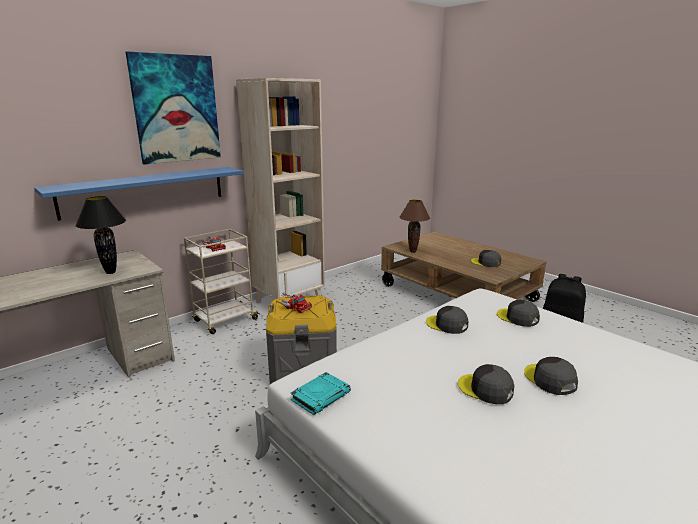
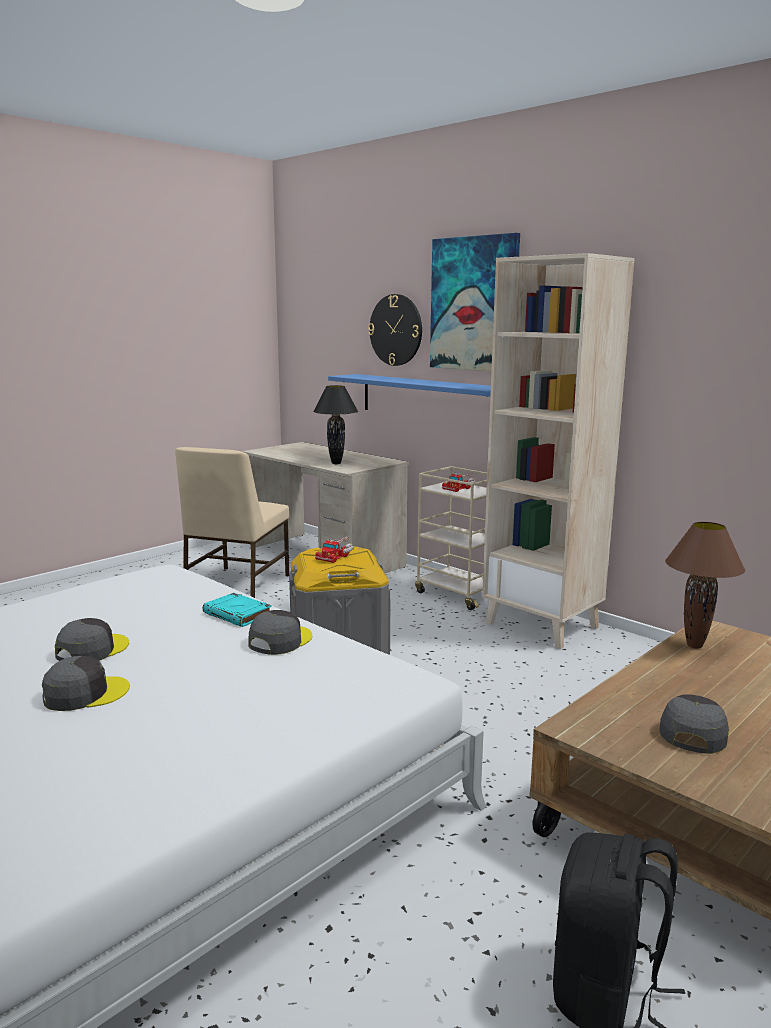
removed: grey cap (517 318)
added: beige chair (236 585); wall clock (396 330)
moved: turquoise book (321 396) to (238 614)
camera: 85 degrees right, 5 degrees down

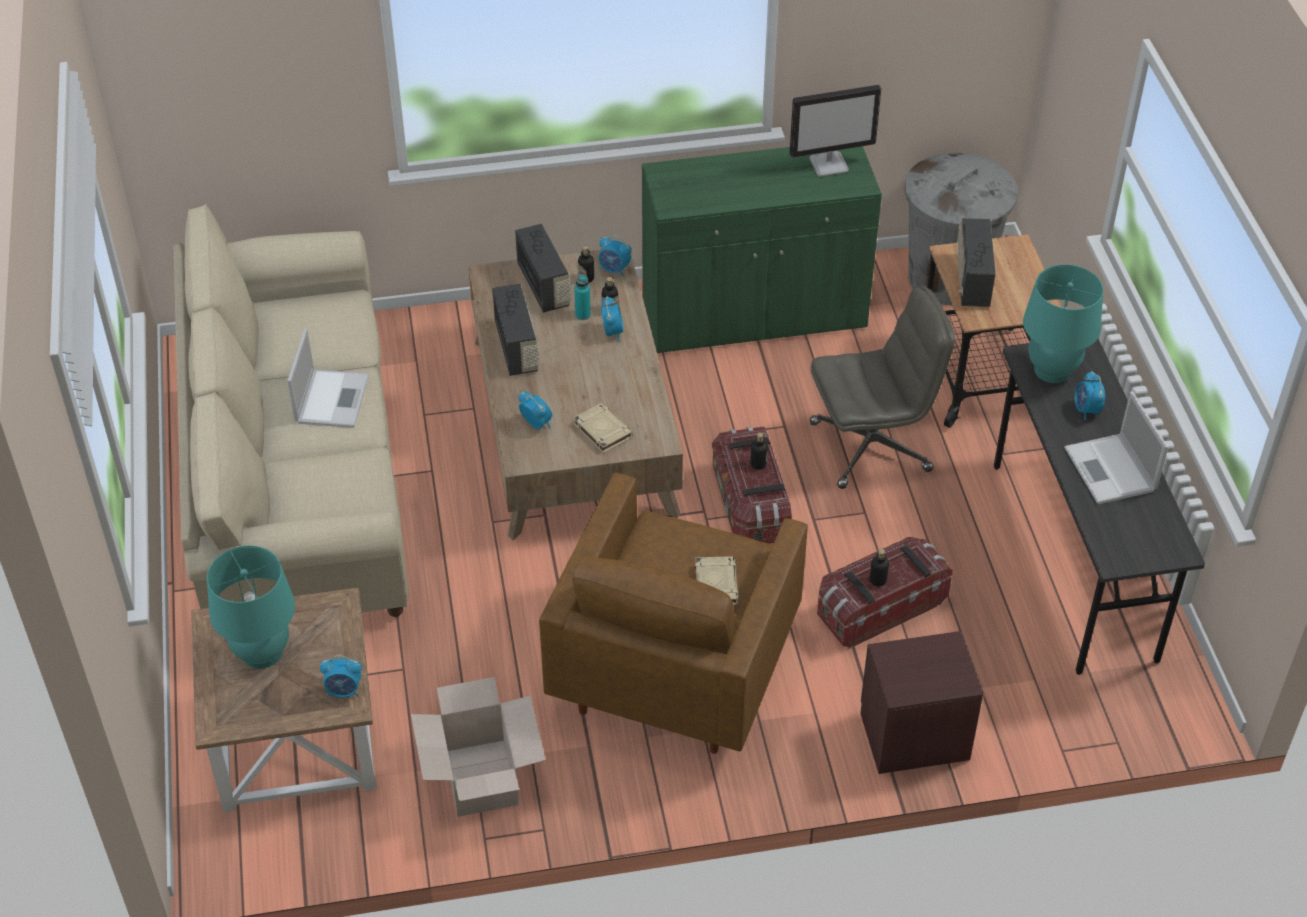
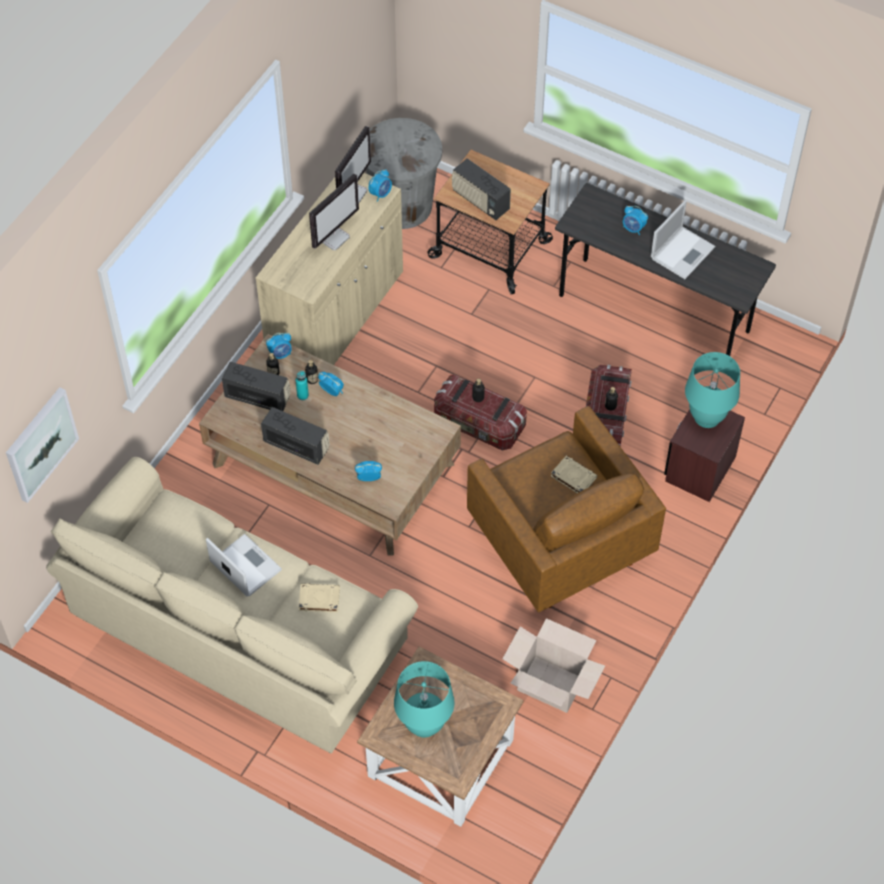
removed: grey office chair (872 446)
added: picture (40 444); monitor (333 237)
moved: alarm clock (344 691) to (381 194); beige book (602 430) to (318 599); turquoise table lamp (1052 370) to (707 417)
recoloured: green cabinet (754 315) to beige cabinet (336 315)
turned: laptop (1111 471) = (683 252) 75 degrees counterclockwise
camera: 50 degrees left, 10 degrees up

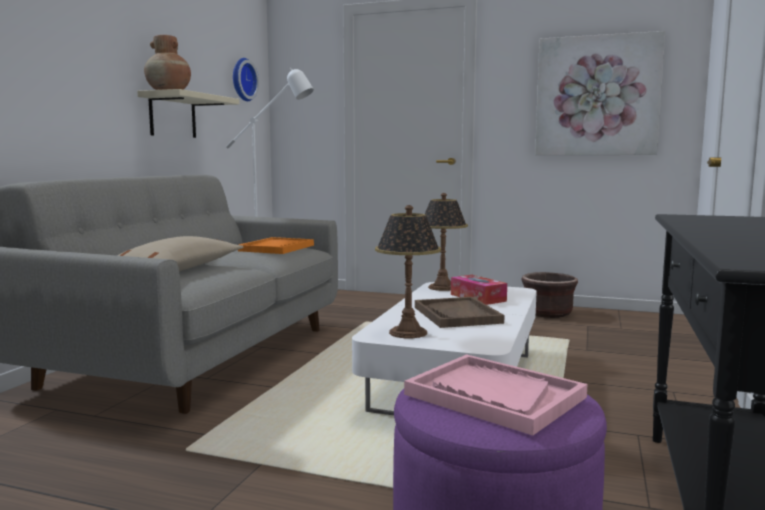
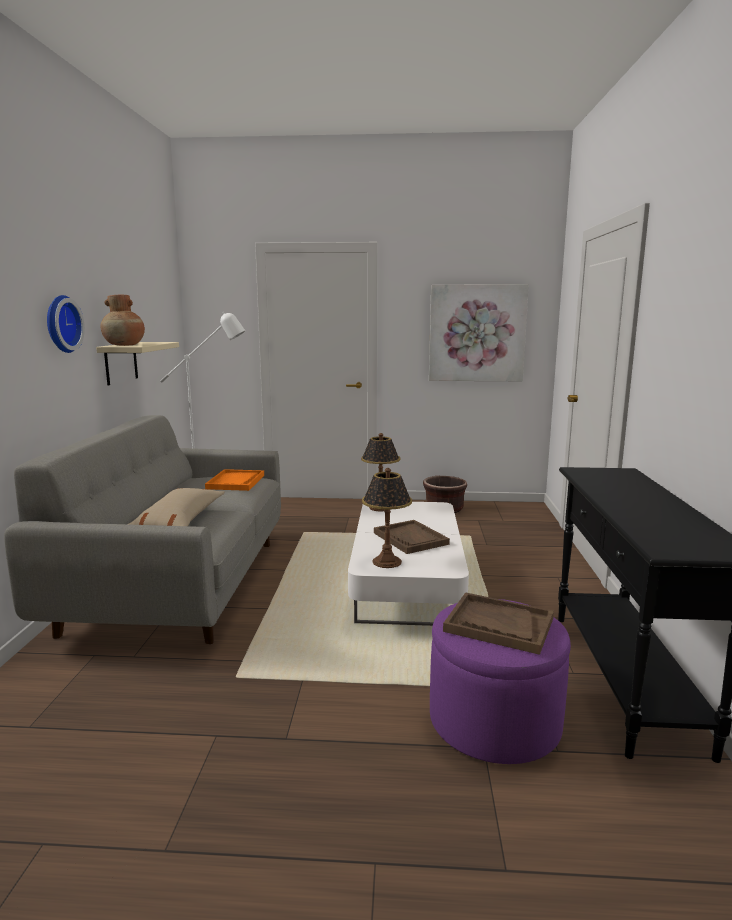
removed: tissue box (478 298)
moved: wall clock (242 79) to (60 324)
recoloured: pink tray (494 396) to brown tray (498 625)
camera: 15 degrees left, 5 degrees up

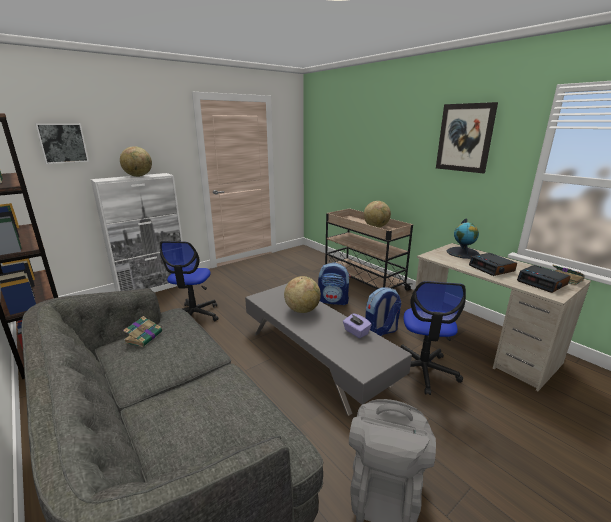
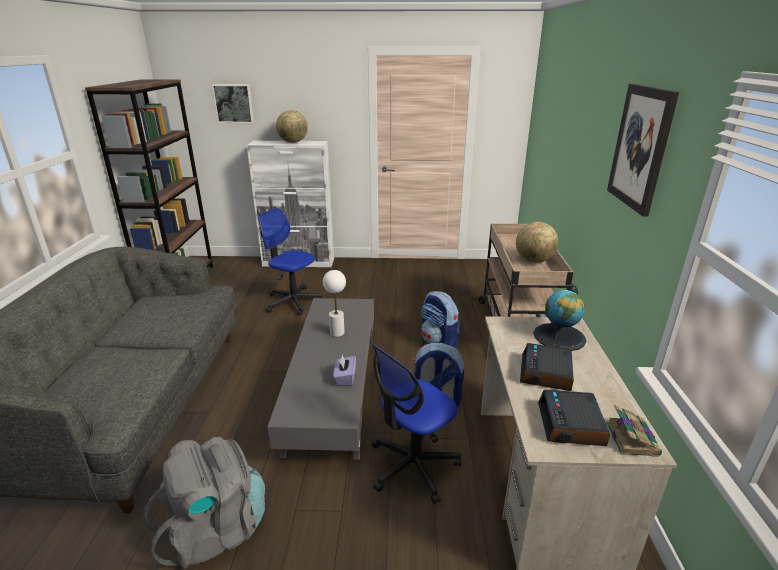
removed: book (144 337)
replaced: globe (302 310) to white table lamp (337 333)
turned: office chair (193 315) = (293 302) 75 degrees clockwise
camera: 40 degrees right, 5 degrees up

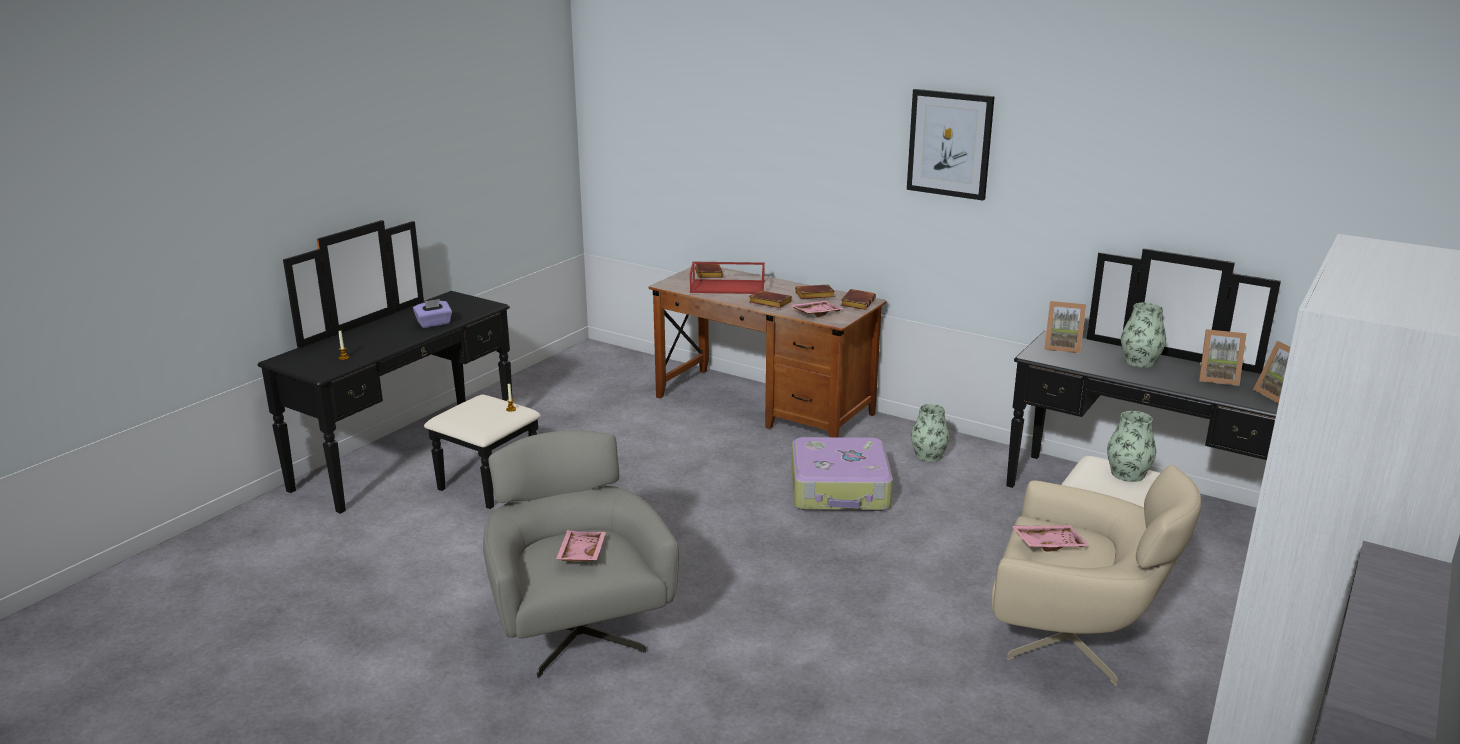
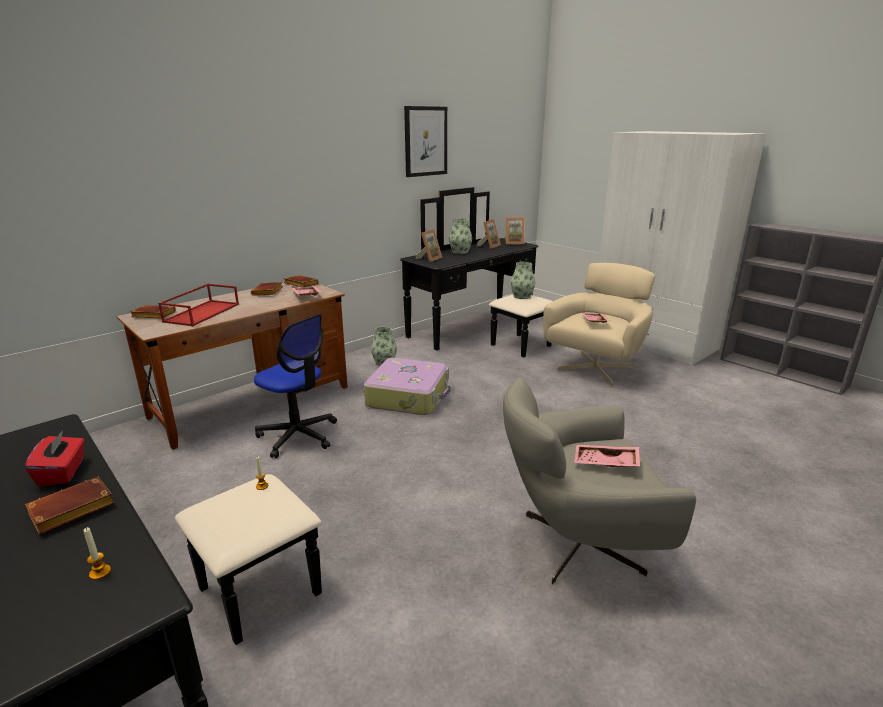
added: office chair (298 435)
moved: brown book (768 303) to (70 512); picture (950 144) to (425 141)
recoloured: purple tissue box (434 323) to red tissue box (62 472)
camera: 75 degrees left, 0 degrees up

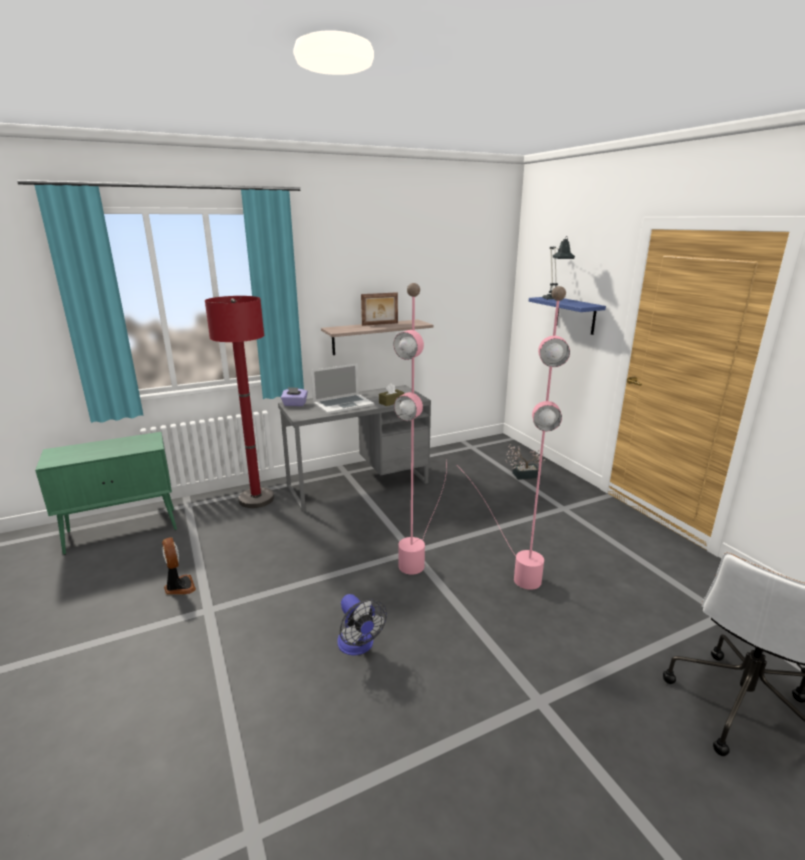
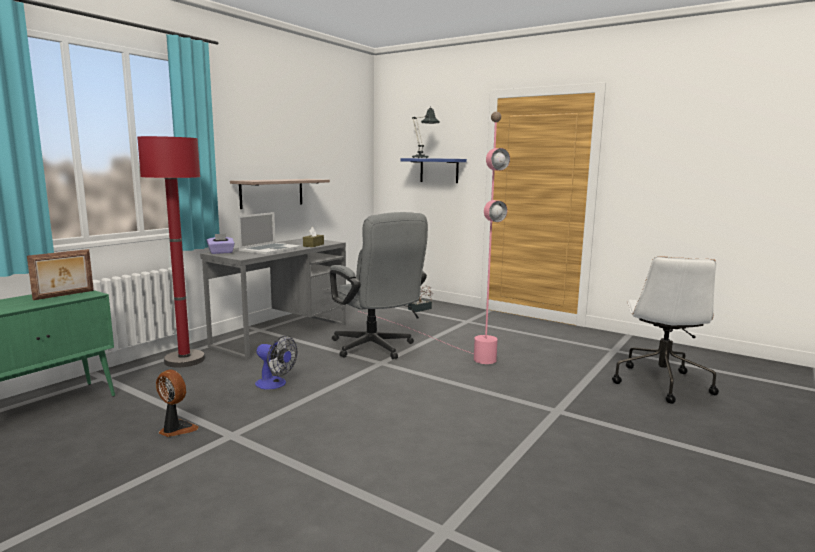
moved: fan (358 646) to (275 384); picture frame (380 324) to (64 295)
replaced: pink floor lamp (426 528) to grey office chair (376 349)
camera: 30 degrees left, 10 degrees down

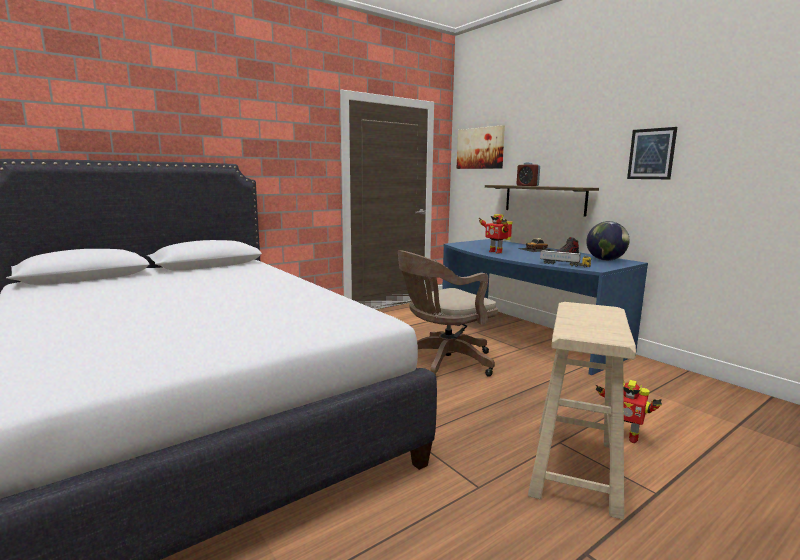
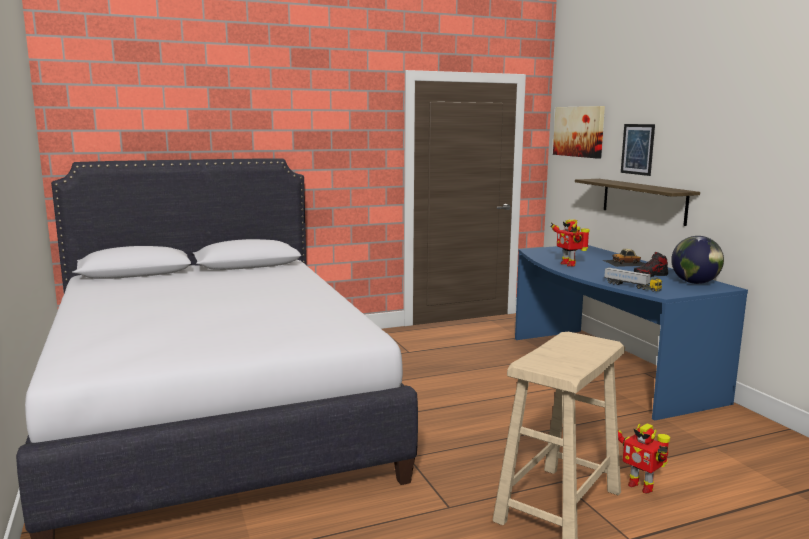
removed: brown office chair (442 363); alarm clock (527 185)
moved: picture (651 154) to (637 149)
camera: 15 degrees right, 0 degrees up

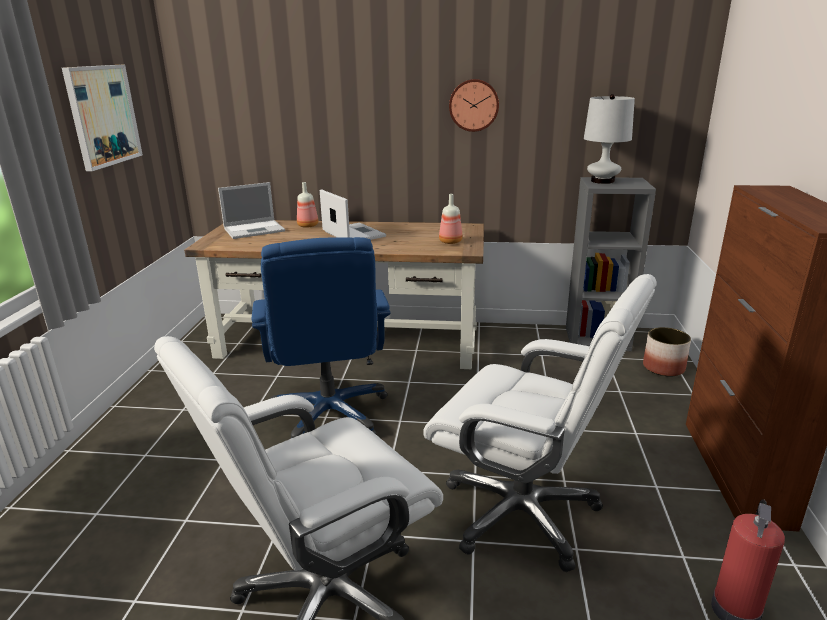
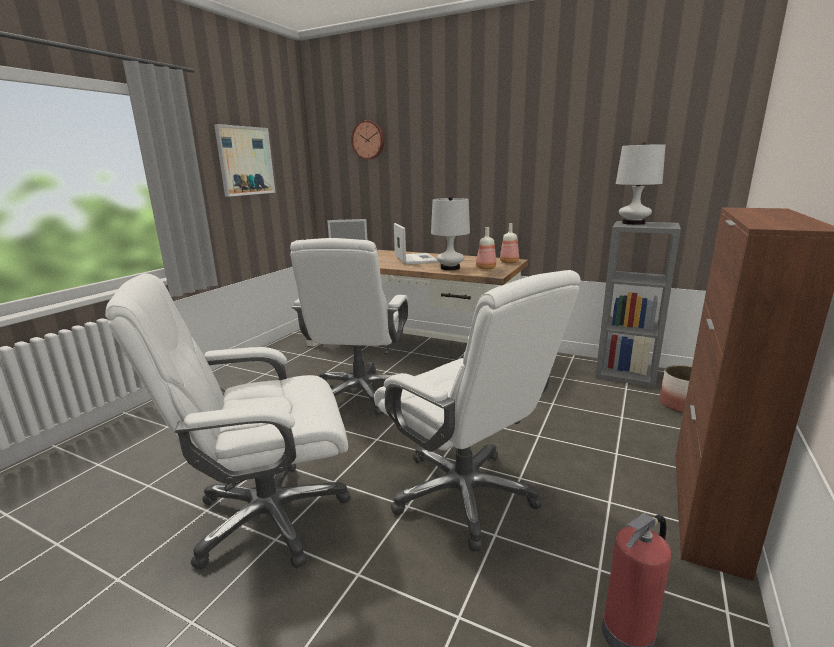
added: white table lamp (450 268)
moved: bottle (308 225) to (509 262); wall clock (474 105) to (368 140)
recoloured: blue office chair (330 414) to white office chair (360 393)
camera: 20 degrees right, 5 degrees down

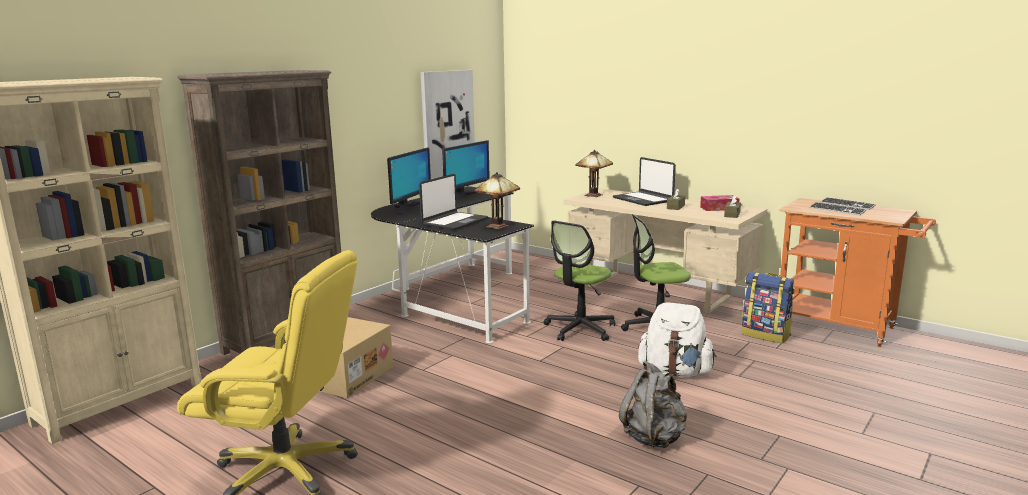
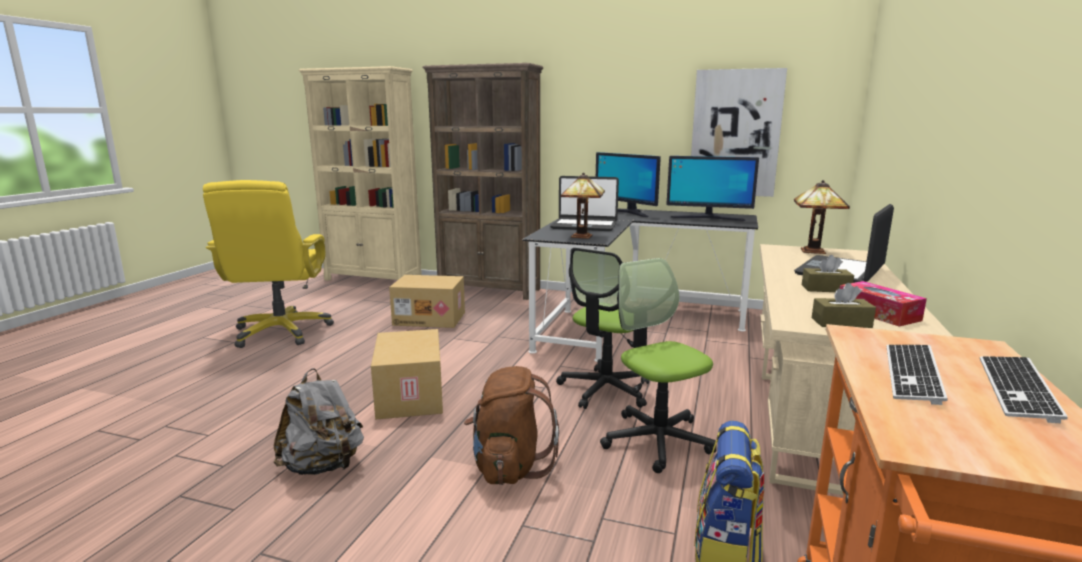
added: cardboard box (412 396)
recoloured: white backpack (675 372) to brown backpack (509 467)
turned: monitor (409 207) = (626 212) 45 degrees clockwise; office chair (580 329) = (605 390) 75 degrees counterclockwise
camera: 70 degrees right, 0 degrees up

